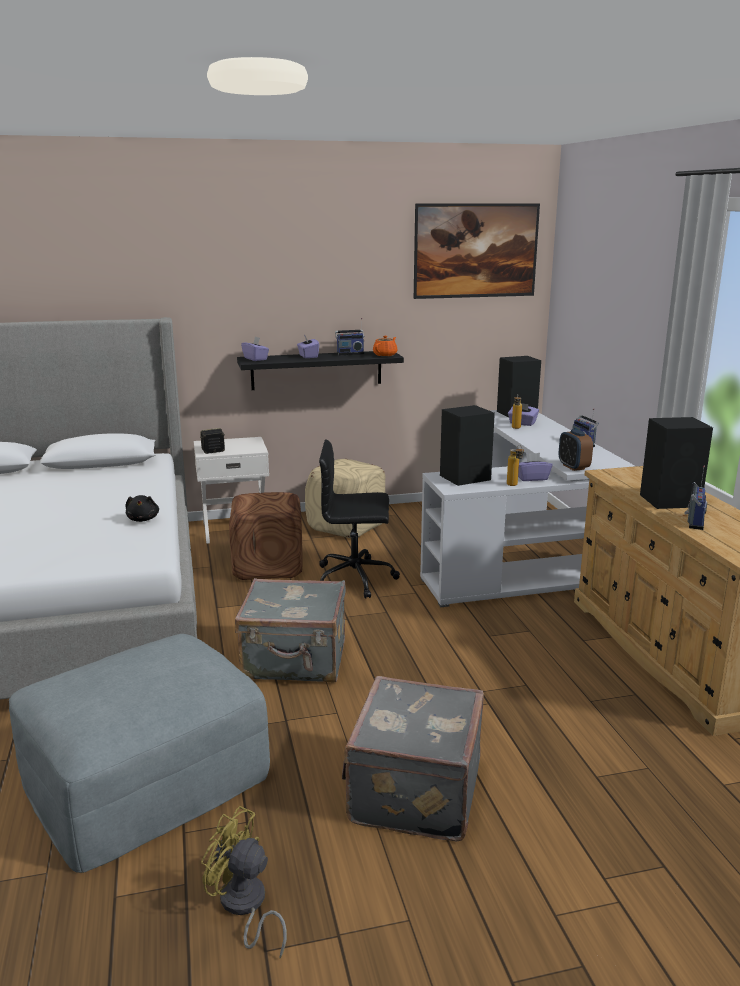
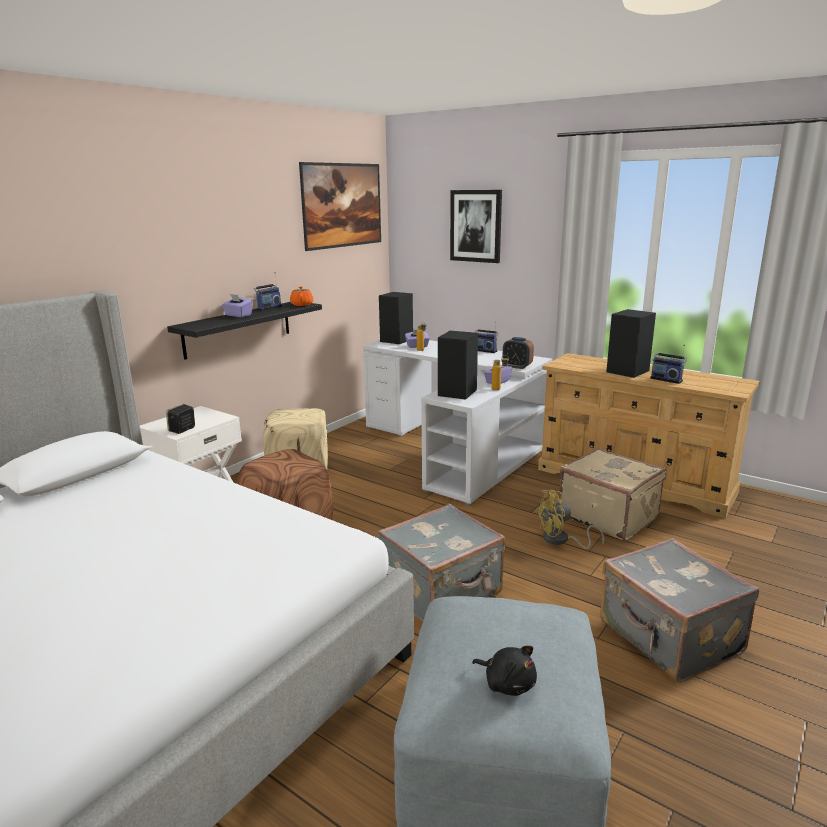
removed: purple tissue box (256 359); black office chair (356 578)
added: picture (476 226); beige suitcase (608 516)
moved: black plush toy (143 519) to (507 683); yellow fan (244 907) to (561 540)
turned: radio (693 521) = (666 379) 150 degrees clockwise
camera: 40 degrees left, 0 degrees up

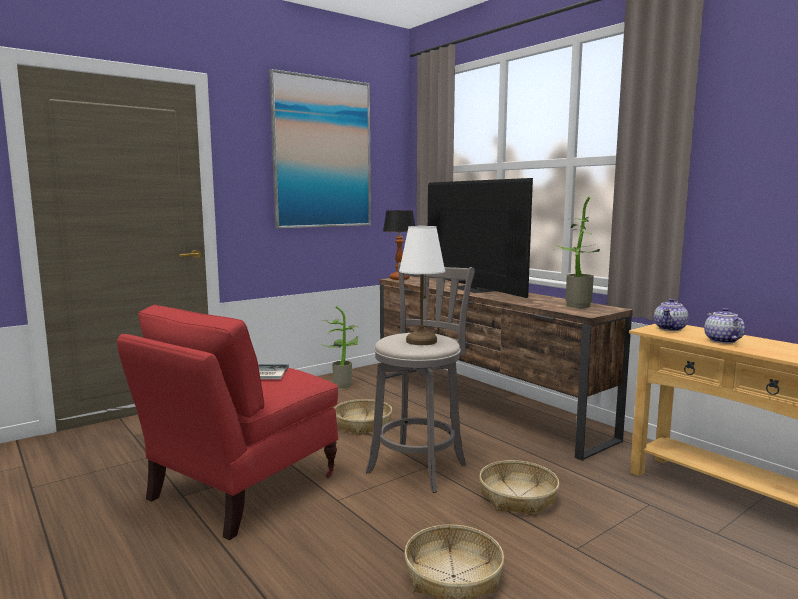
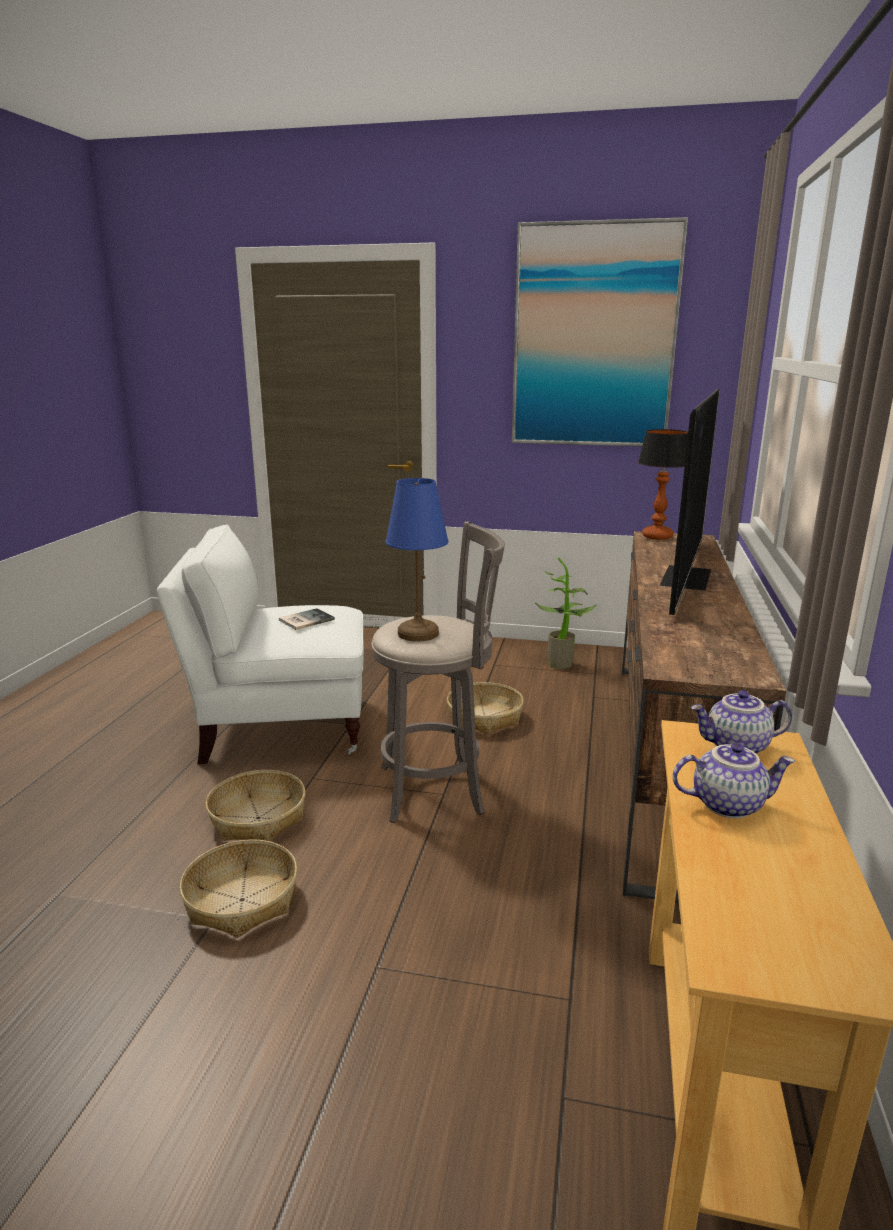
removed: potted plant (574 305)
moved: basket (517 497) to (258 818)
recoloured: red armchair (240 488) to white armchair (279 727); white table lamp (421 341) to blue table lamp (417 634)
turned: teapot (721 340) = (728 804) 45 degrees clockwise
camera: 50 degrees right, 10 degrees up

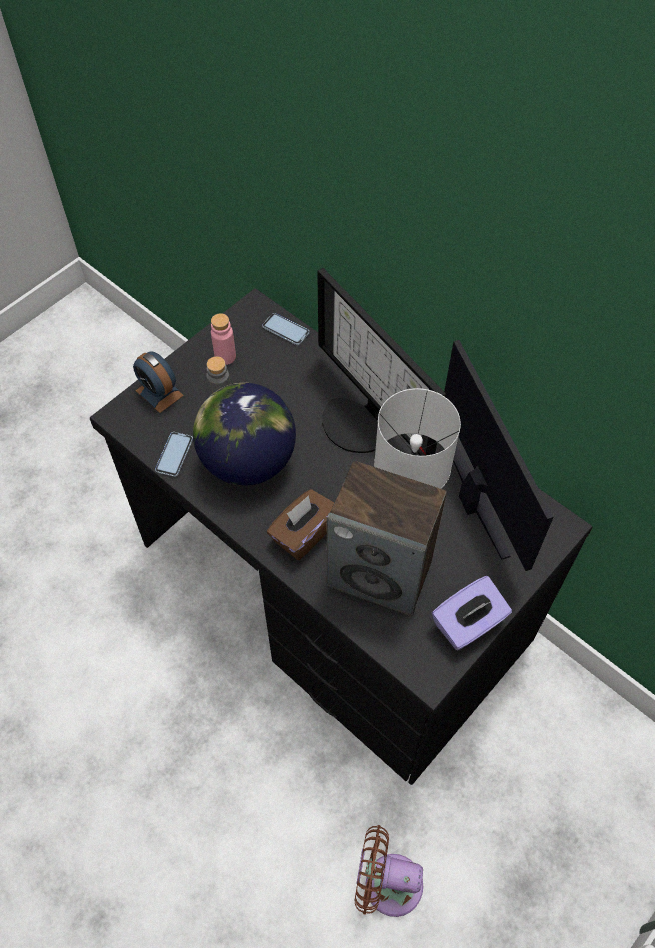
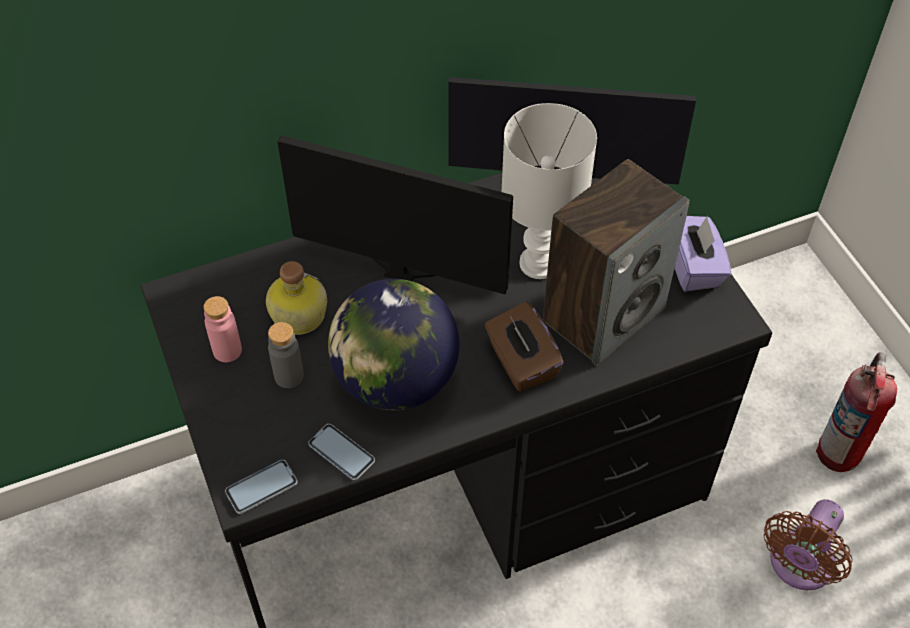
removed: alarm clock (159 393)
added: bottle (297 315); fire extinguisher (839 453)
moved: phone (285 330) to (261 487)
turned: monitor (359 423) = (405 260) 150 degrees counterclockwise
camera: 65 degrees left, 5 degrees down

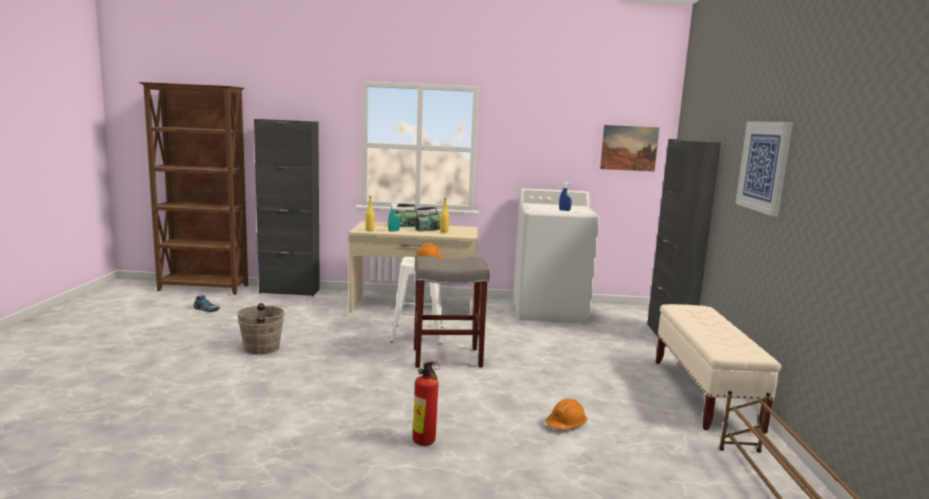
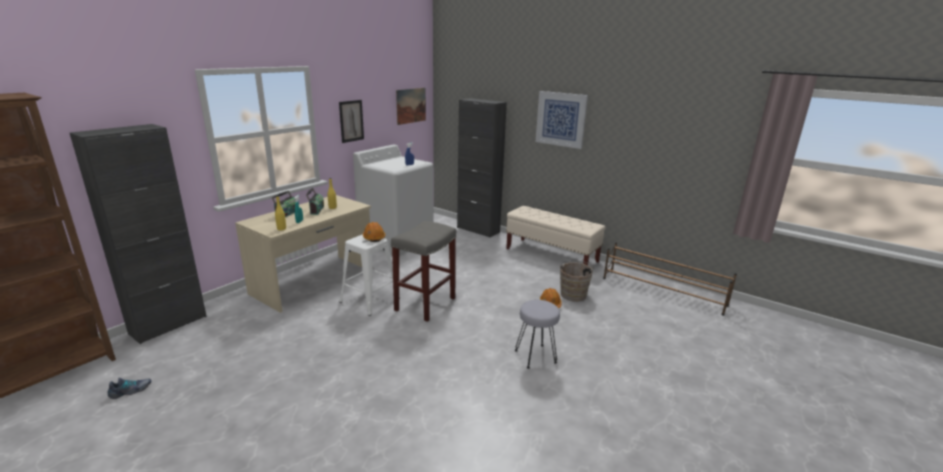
added: picture (351 121)
moved: brown bucket (265 348) to (573 294)
replaced: fire extinguisher (425 443) to grey stool (536 356)
camera: 55 degrees left, 10 degrees up

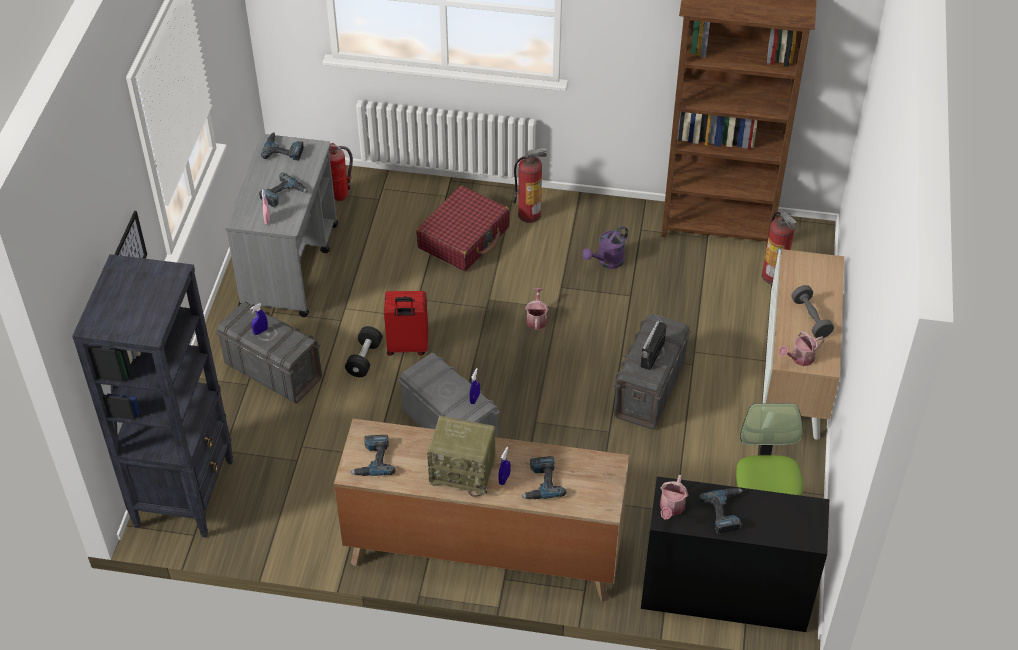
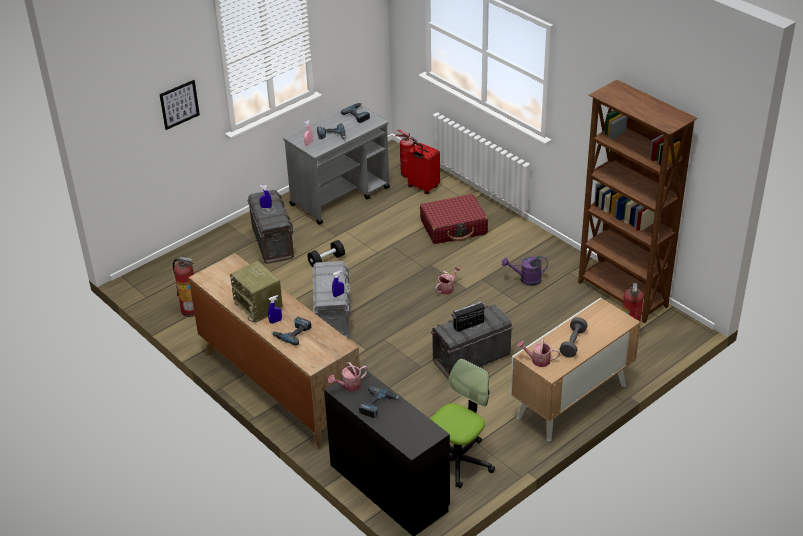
removed: black bookcase (185 492); power drill (372 460)
moved: red suitcase (407 347) to (423 187); fire extinguisher (529 214) to (190 310)
camera: 40 degrees right, 10 degrees down

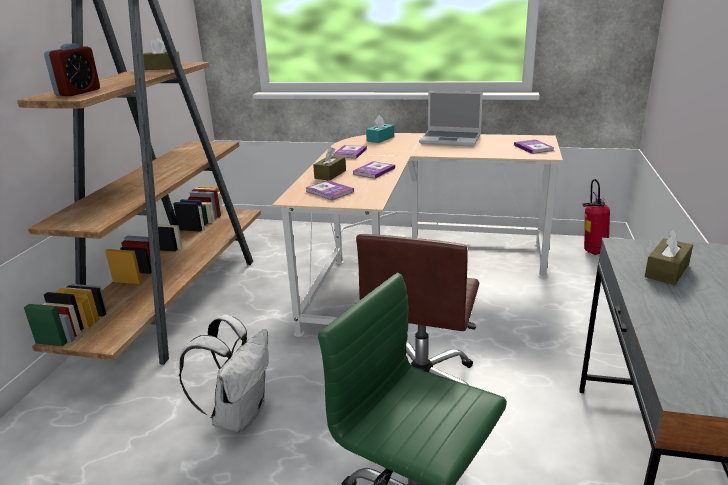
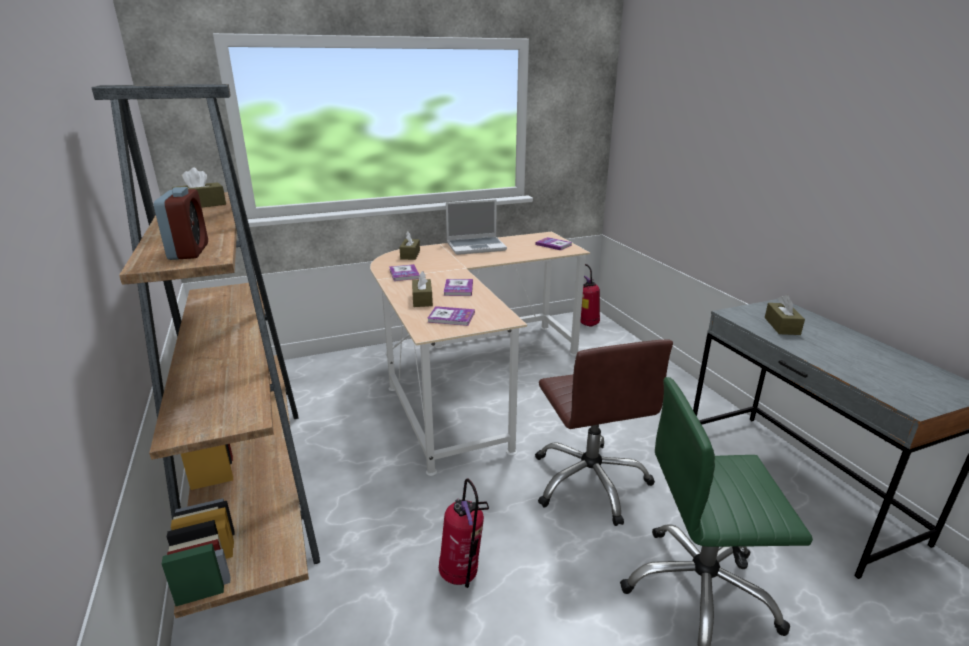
replaced: white backpack (239 415) to fire extinguisher (462 575)
recoloured: turquoise tissue box (380 139) to brown tissue box (410 255)
camera: 35 degrees left, 0 degrees up

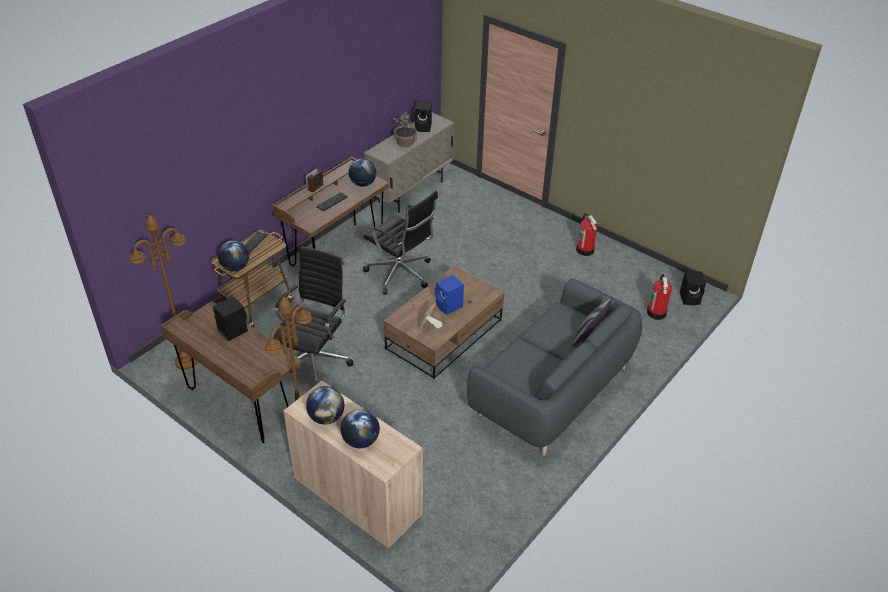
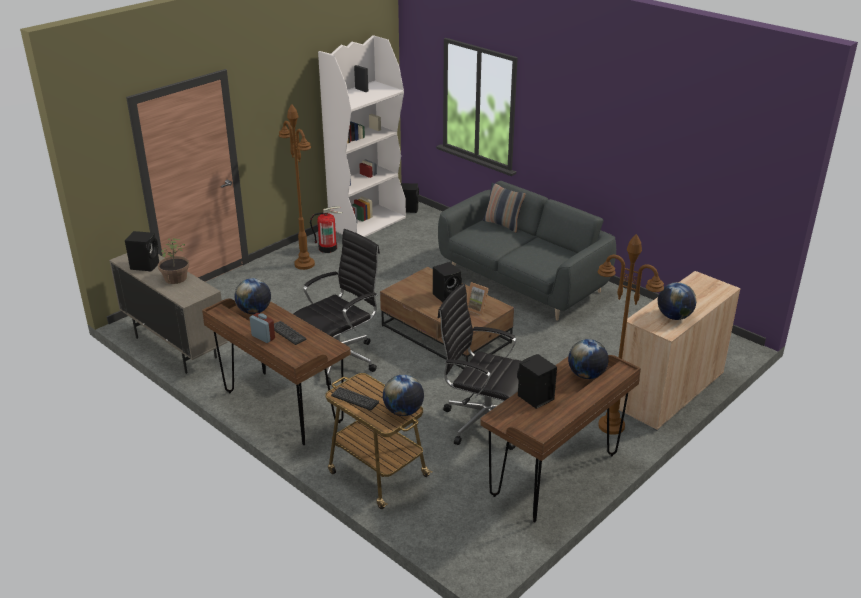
removed: fire extinguisher (657 313)
added: white bookcase (368 223)
moved: brown floor lamp (186 362) to (304 264); globe (360 441) to (586 375)
recoloured: blue speaker (449 306) to black speaker (447 296)
camera: 85 degrees left, 10 degrees down

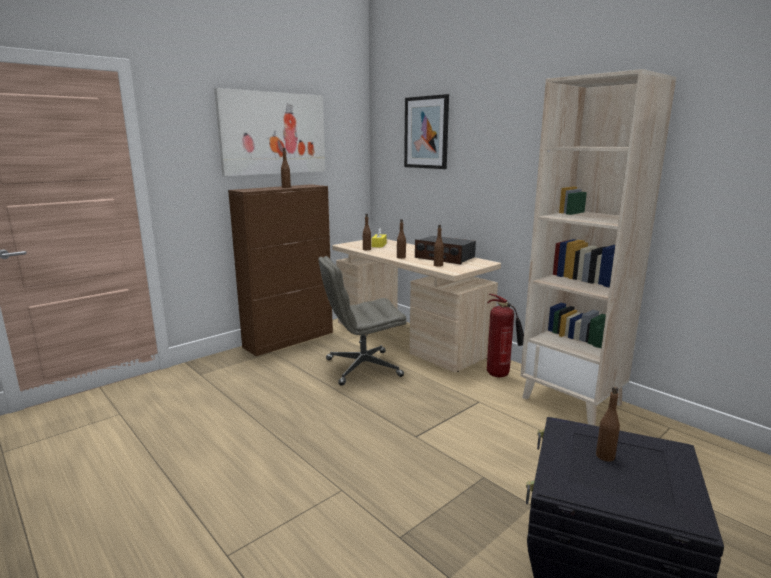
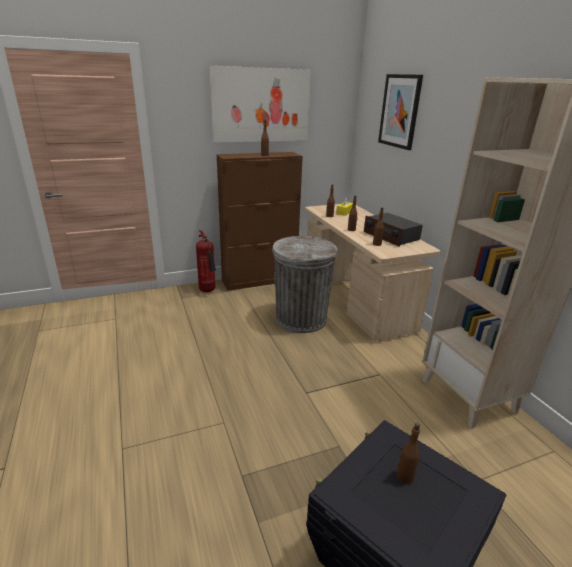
moved: fire extinguisher (501 375) to (208 291)
replaced: grey office chair (362 368) to grey trash can (300 319)
camera: 20 degrees right, 10 degrees up

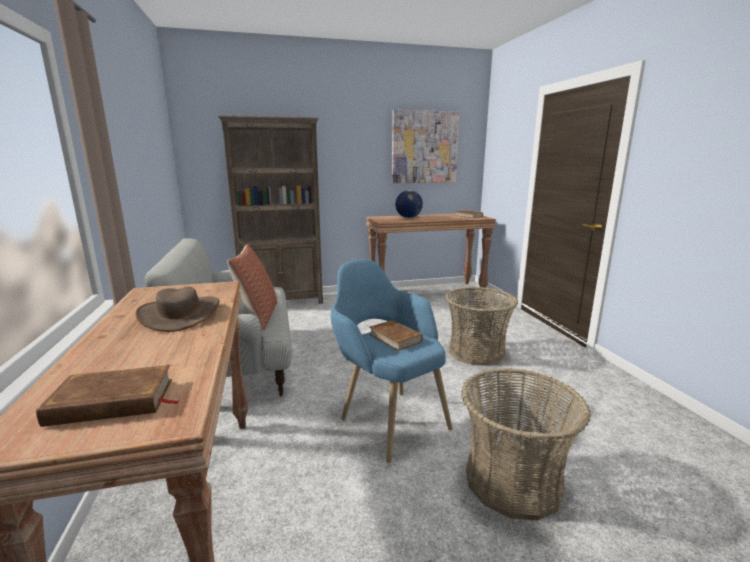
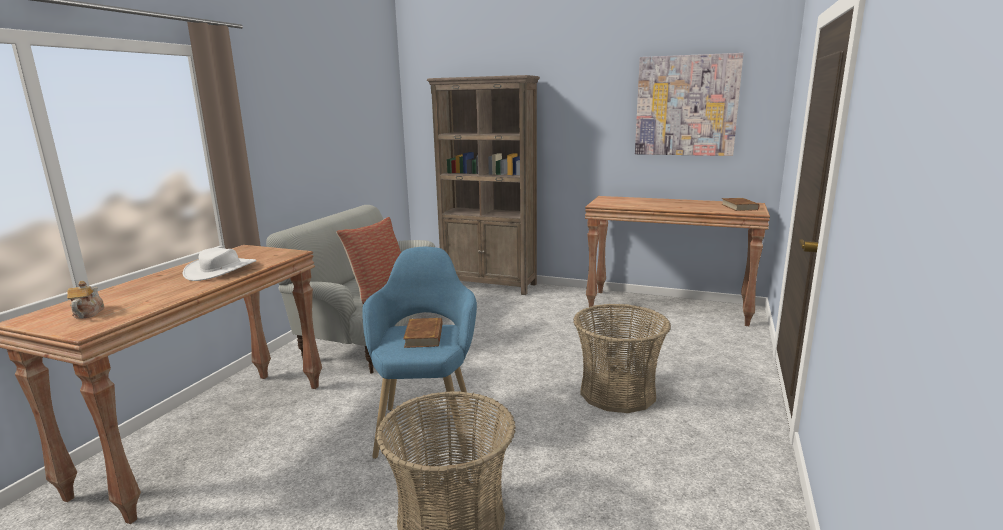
removed: globe (408 217)
replaced: brown book (113 402) to teapot (88 313)
recoloured: brown hat (180 314) to white hat (221 270)
camera: 35 degrees right, 0 degrees up

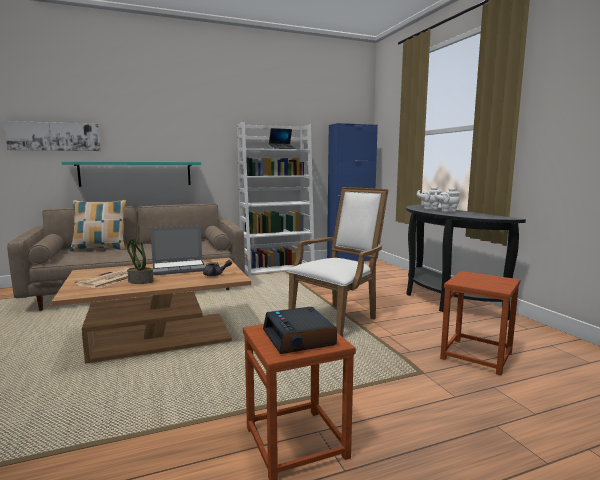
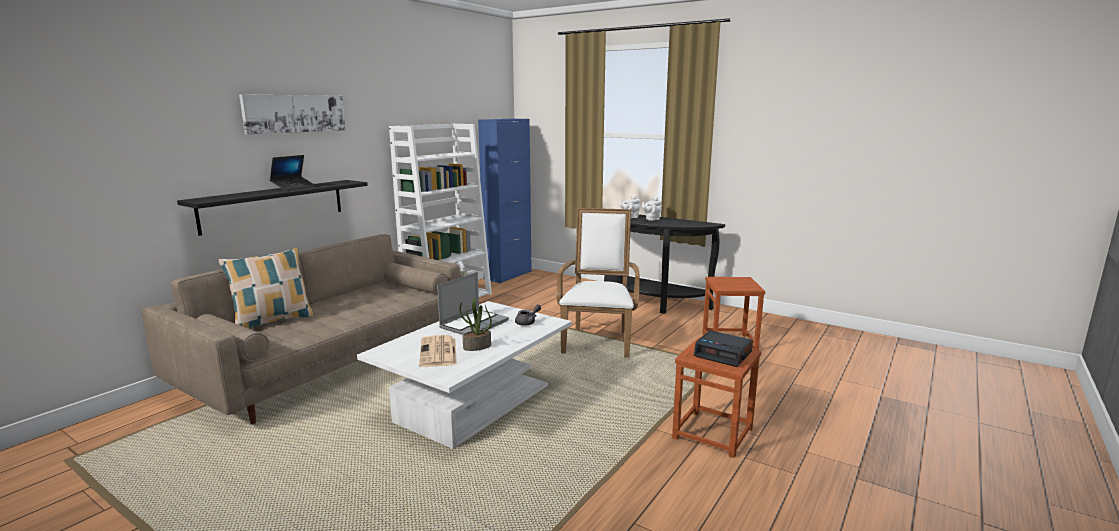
moved: picture (54 136) to (295 113); laptop (282 149) to (294 187)
recoloured: brown coffee table (161 337) to white coffee table (474 403); turquoise shelf (136 173) to black shelf (274 205)
camera: 35 degrees left, 5 degrees up

